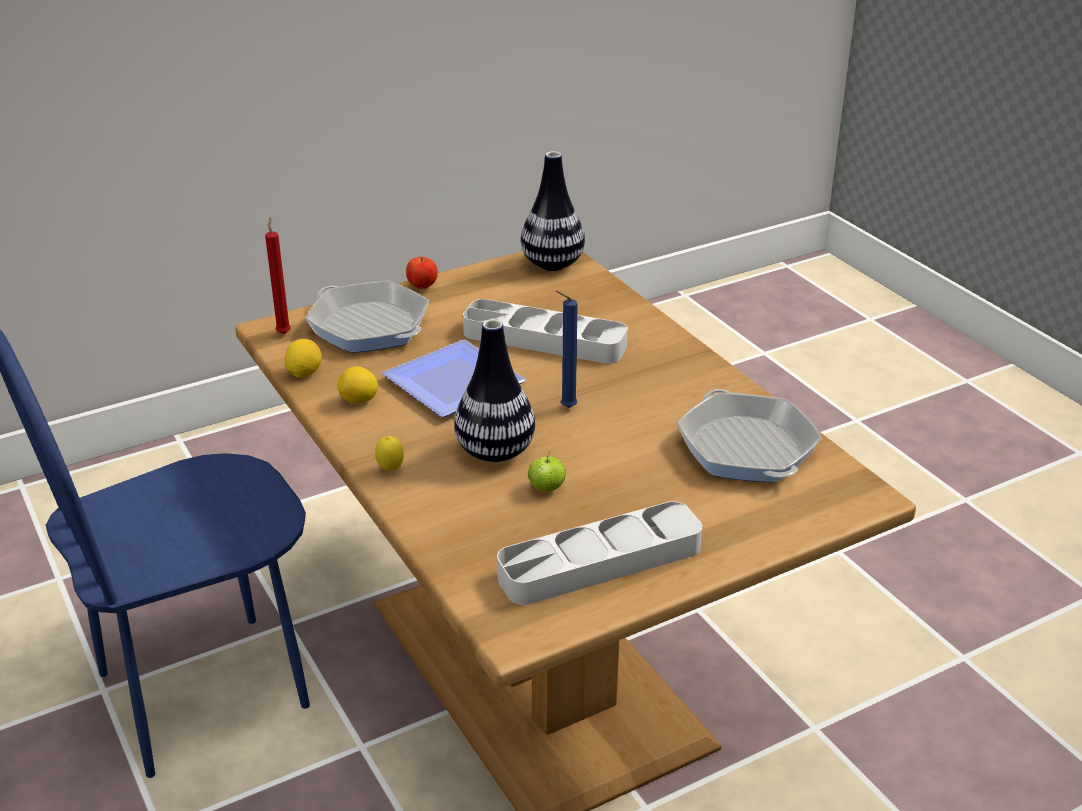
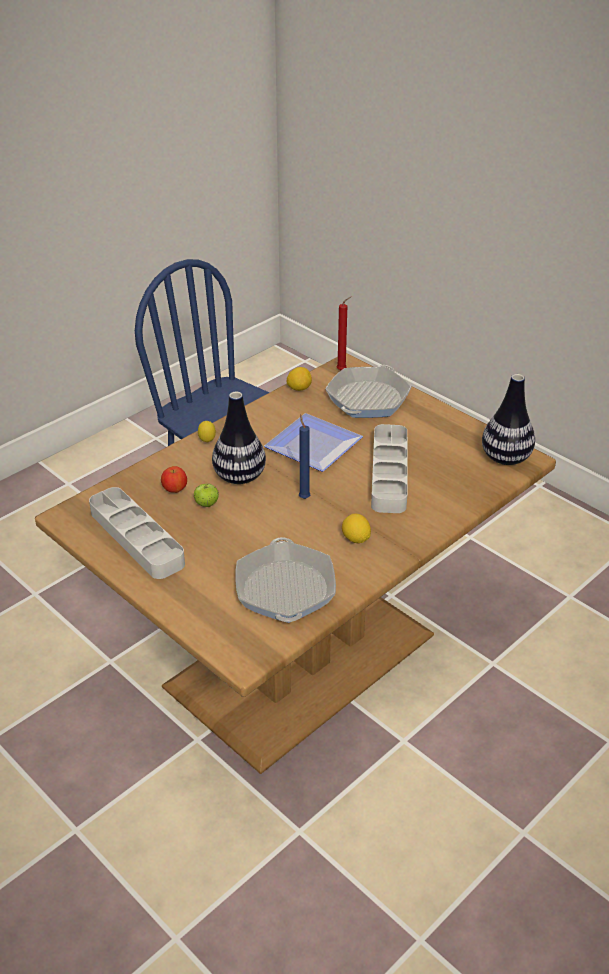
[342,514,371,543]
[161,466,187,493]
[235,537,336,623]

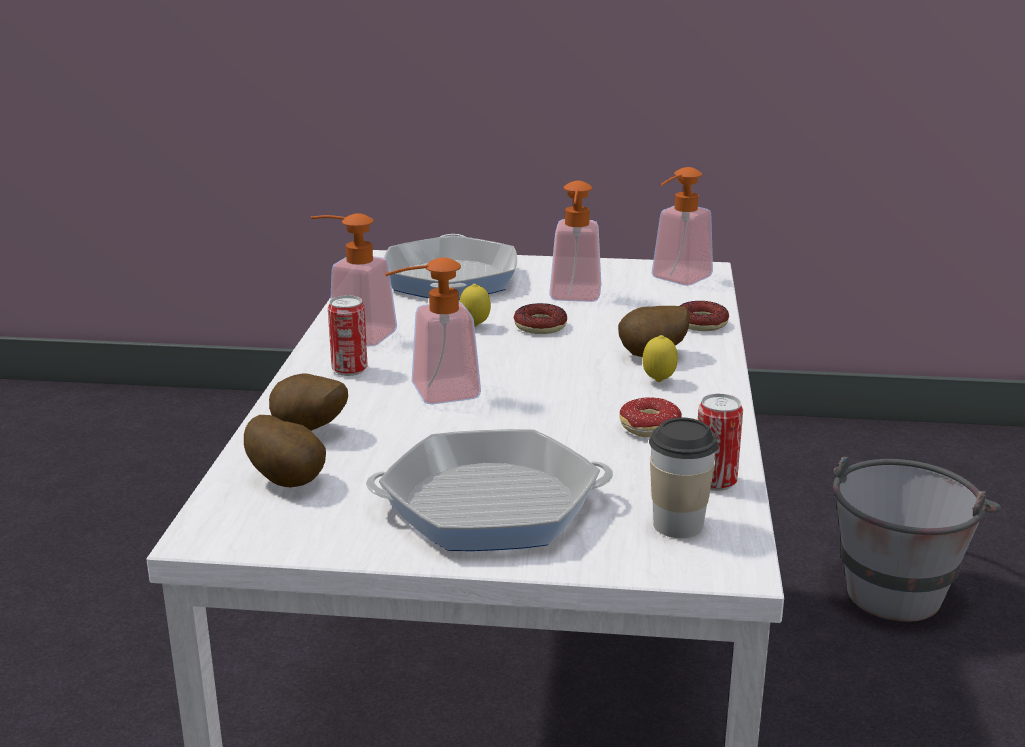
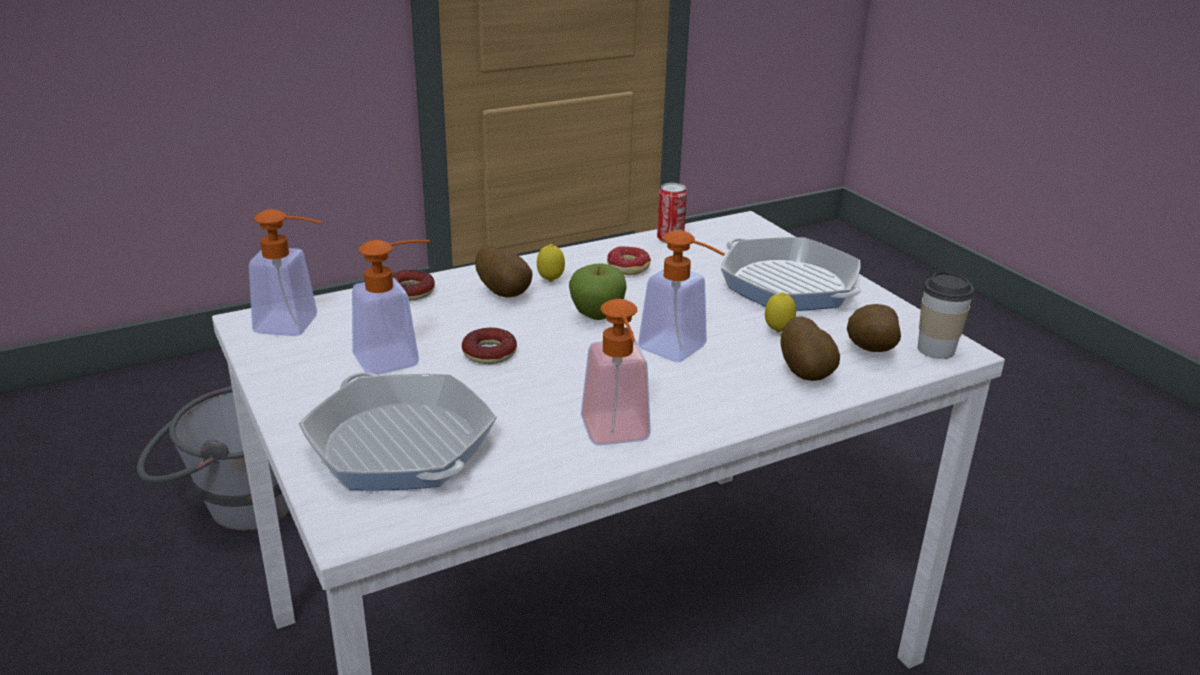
[328,295,368,376] (first image)
[299,372,497,491]
[765,292,796,333]
[918,271,974,359]
[569,263,627,320]

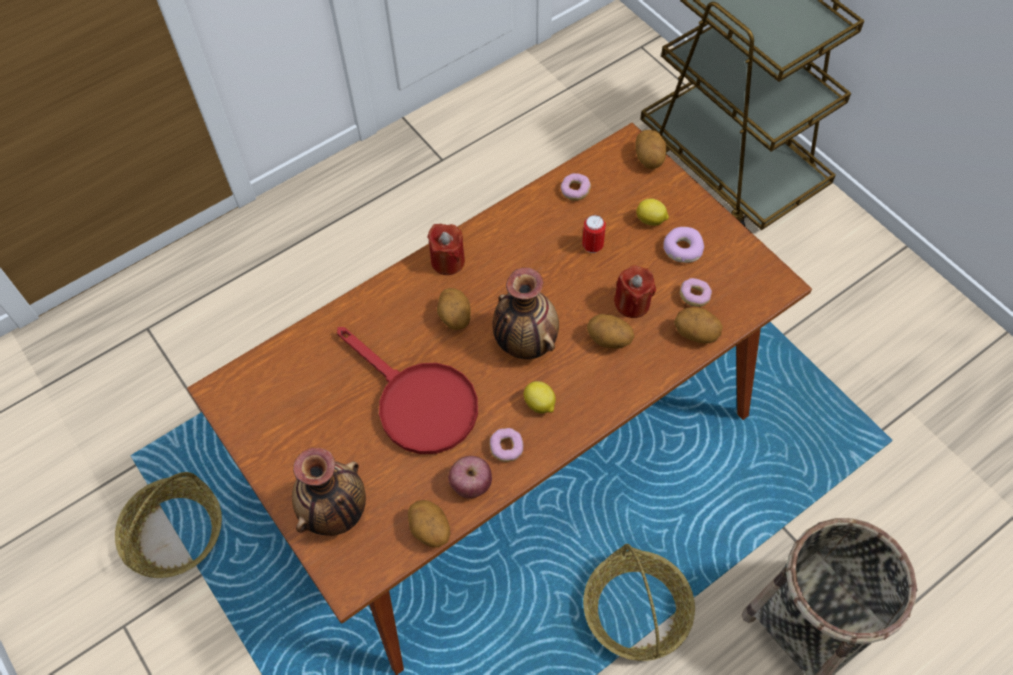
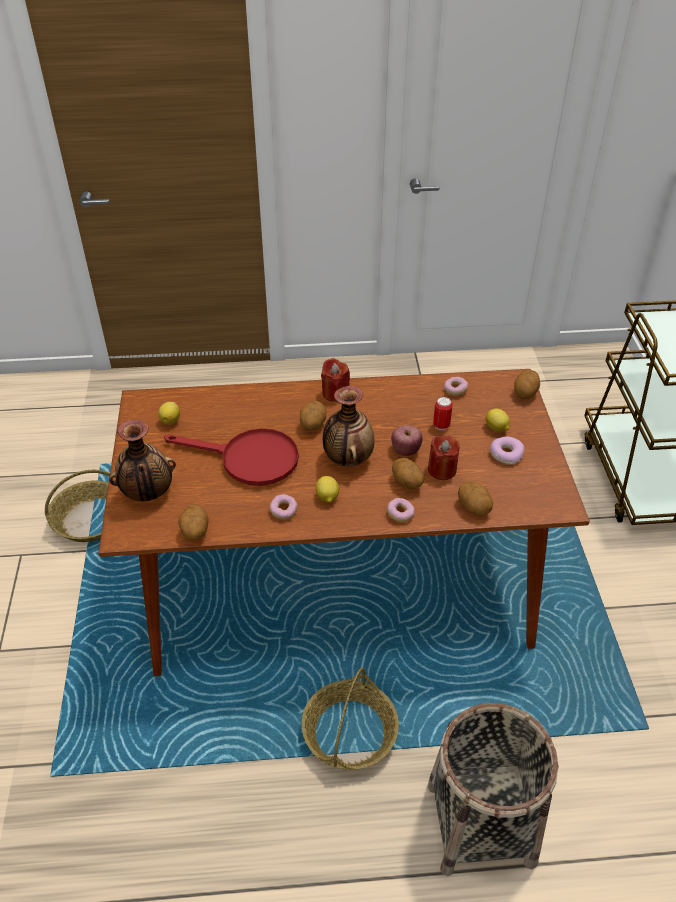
[164,428,299,486]
[391,425,422,456]
[387,498,415,522]
[158,402,180,425]

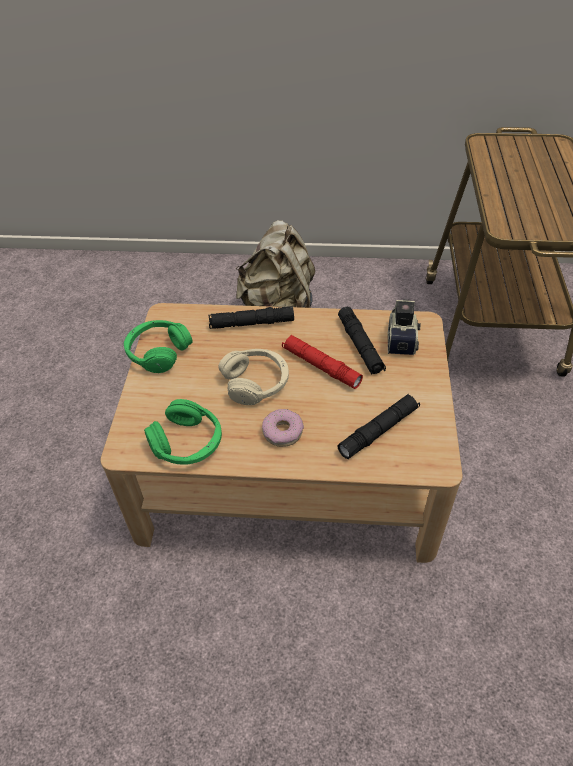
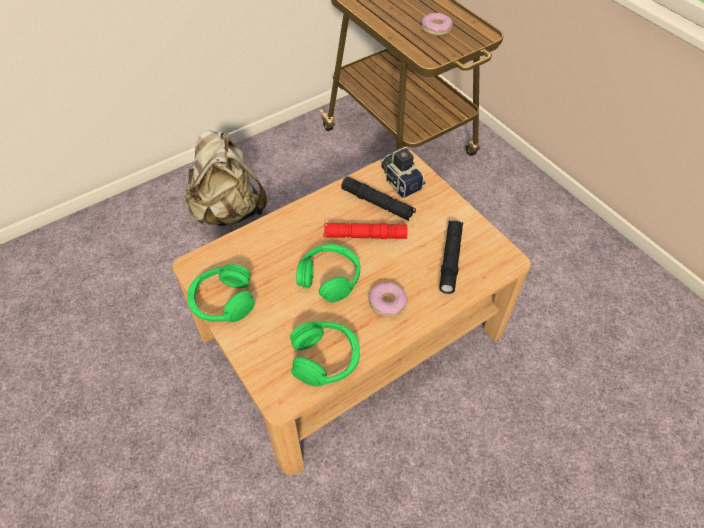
[208,306,294,329] (first image)
[296,244,360,302]
[421,13,453,36]

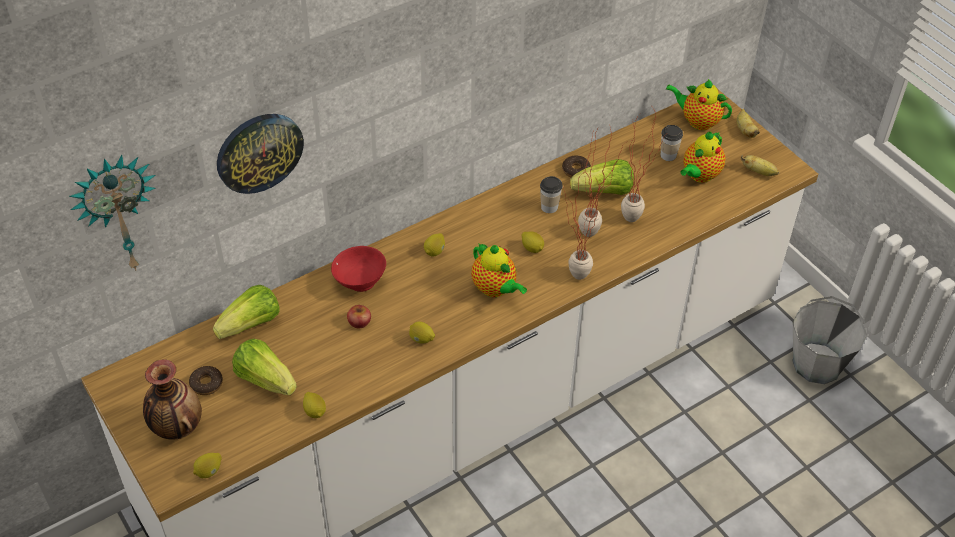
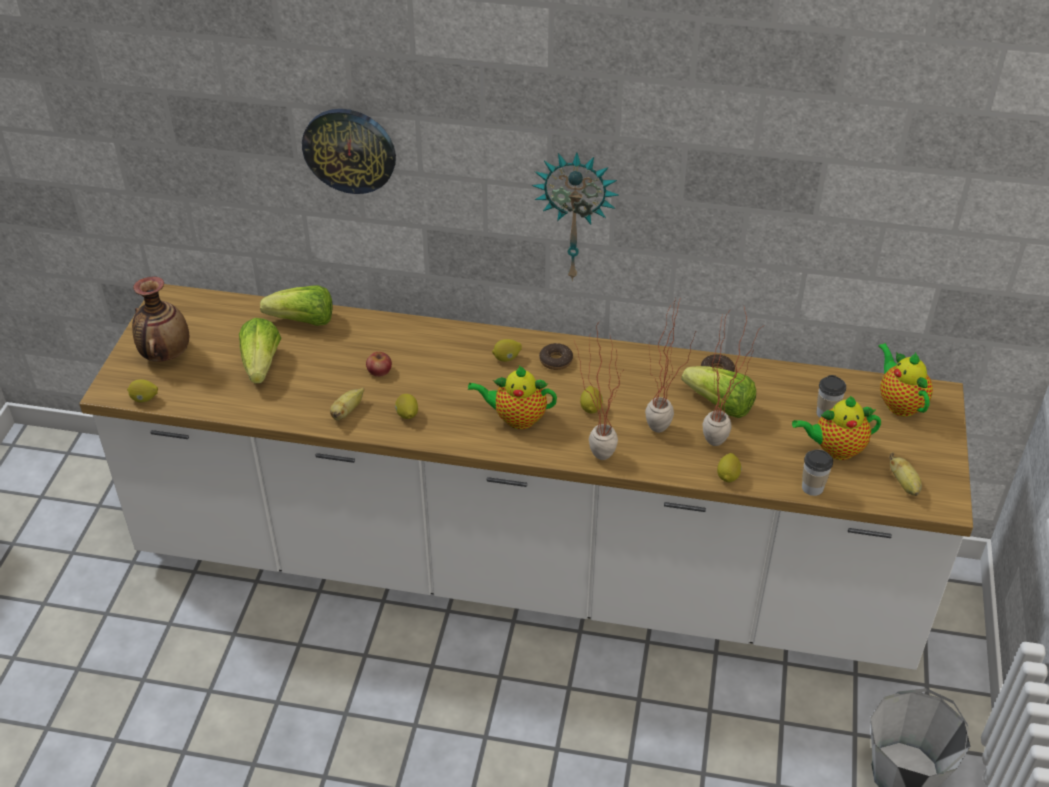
[532,153,618,281]
[539,343,573,370]
[717,453,742,482]
[331,246,386,292] (first image)
[468,366,557,429]
[802,449,833,496]
[330,387,364,421]

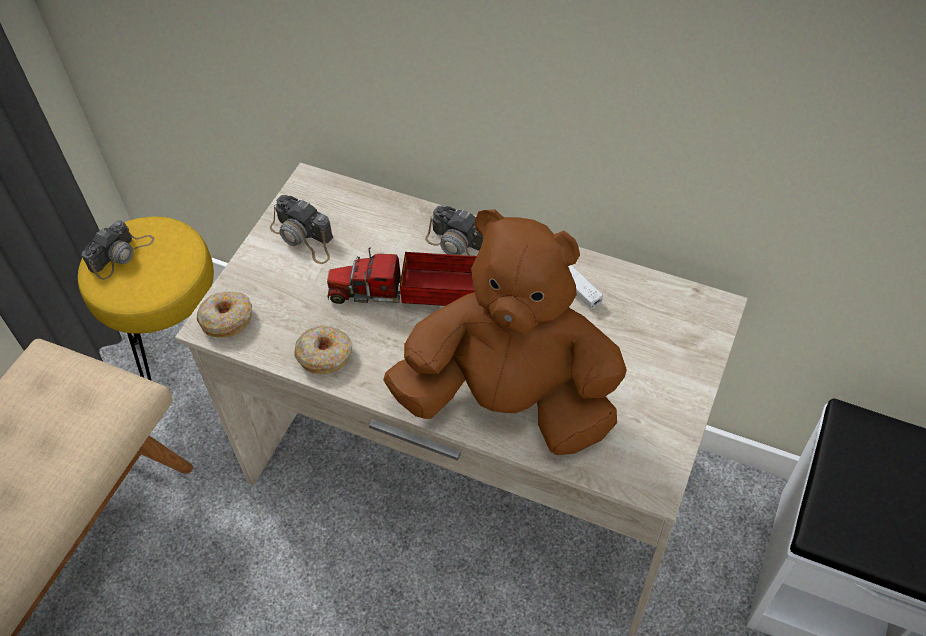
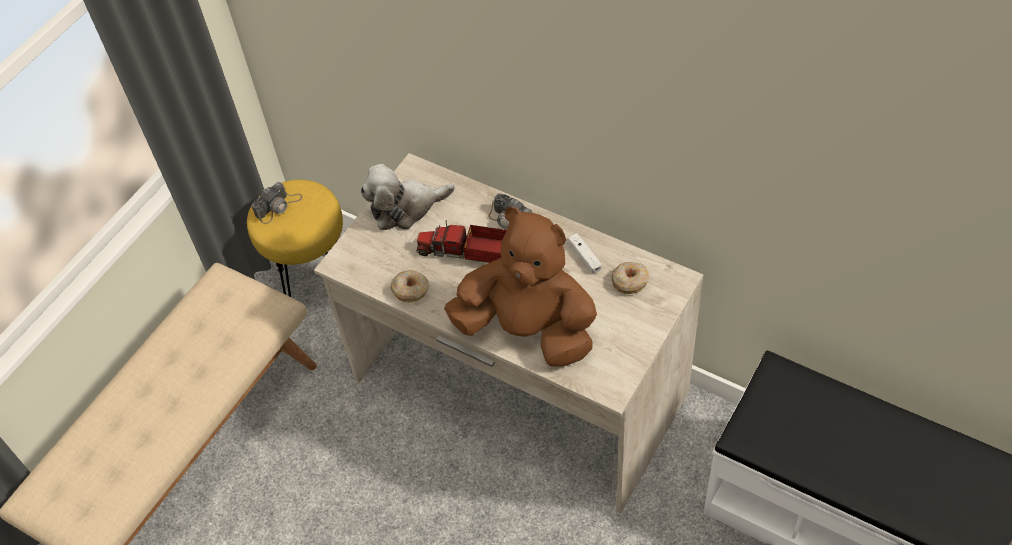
[612,262,649,294]
[360,164,455,230]

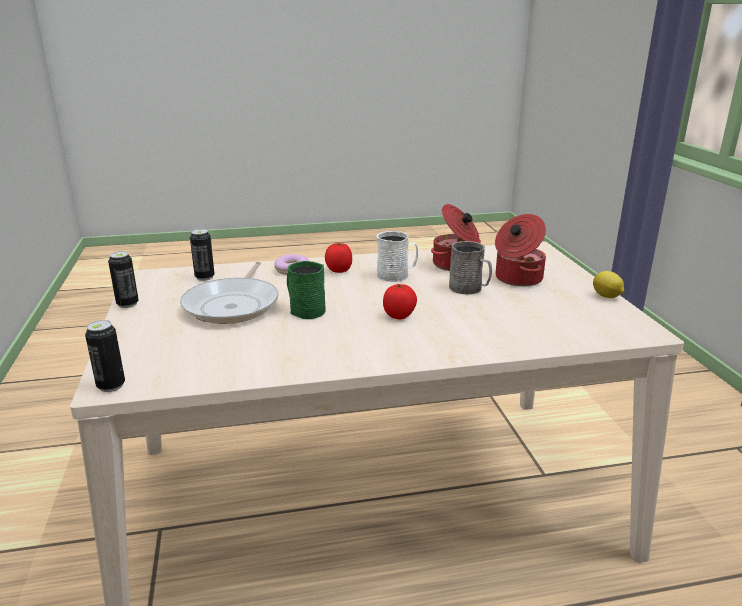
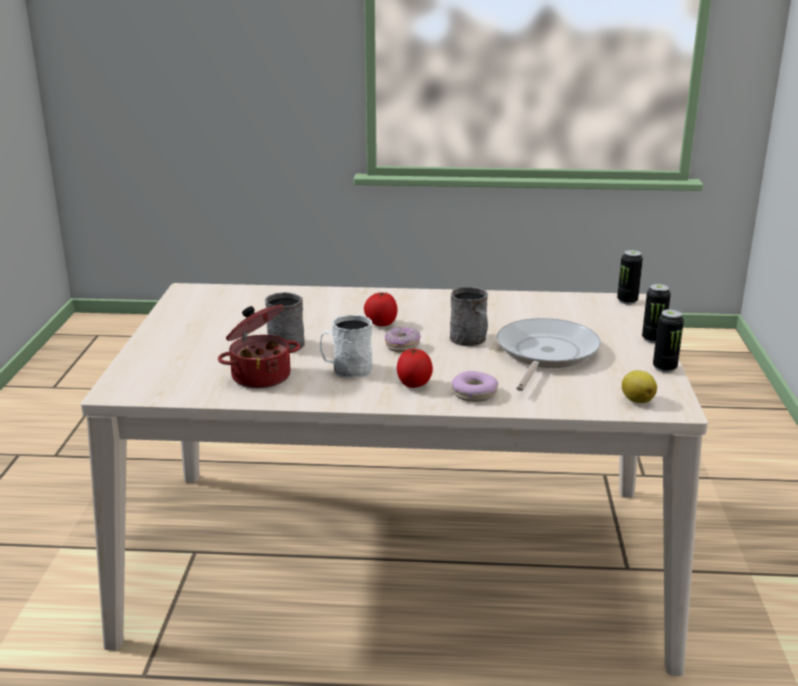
[642,284,671,343]
[450,287,488,346]
[495,214,546,287] (first image)
[622,370,657,403]
[385,327,421,352]

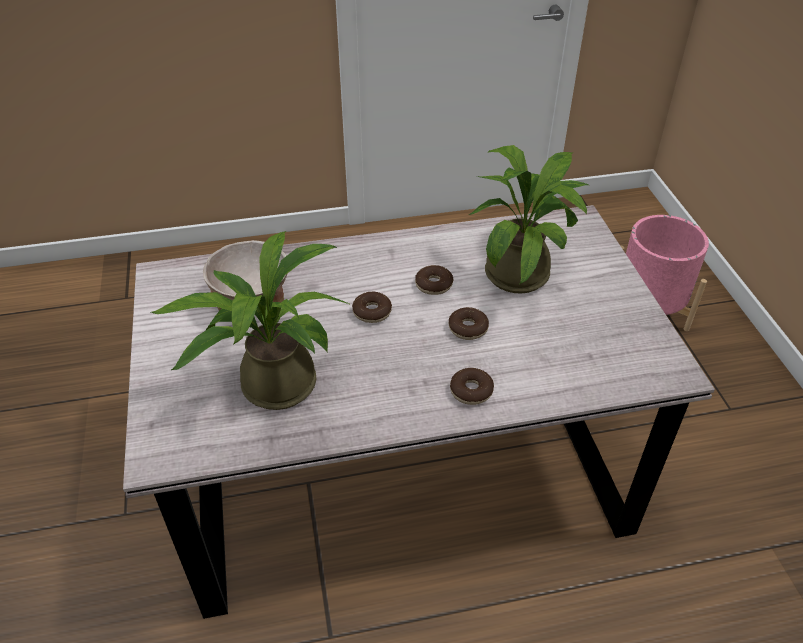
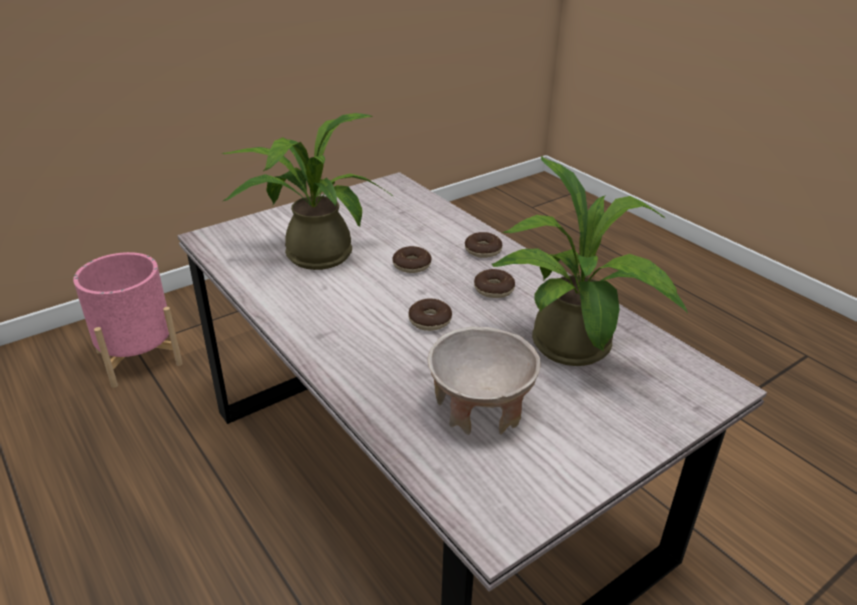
[474,269,515,298]

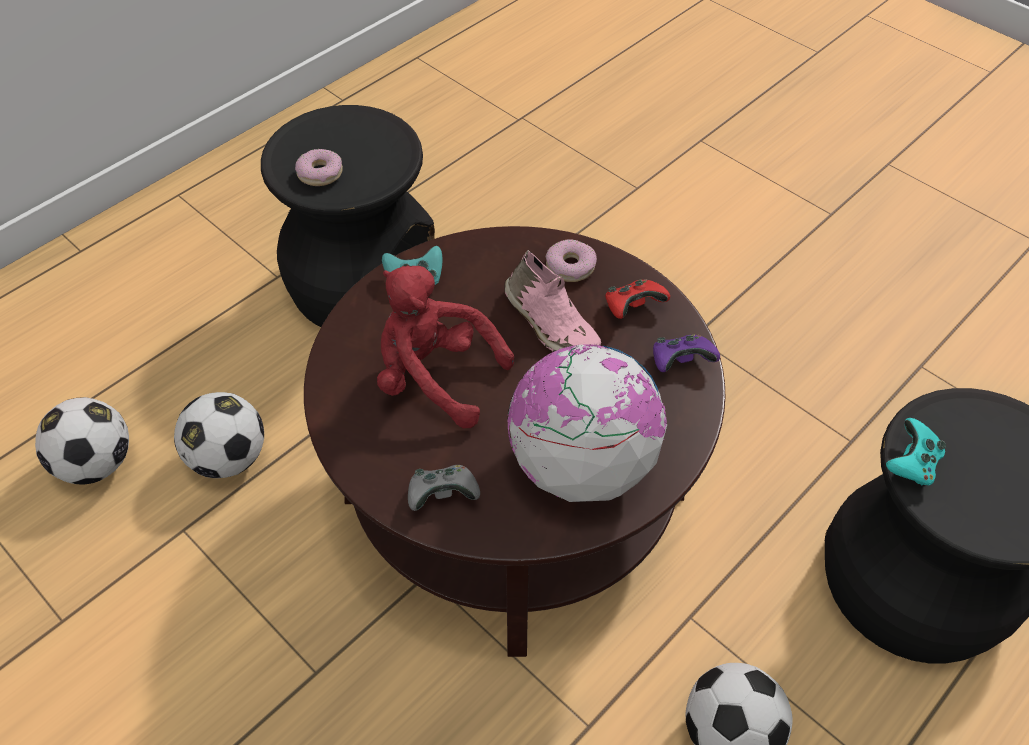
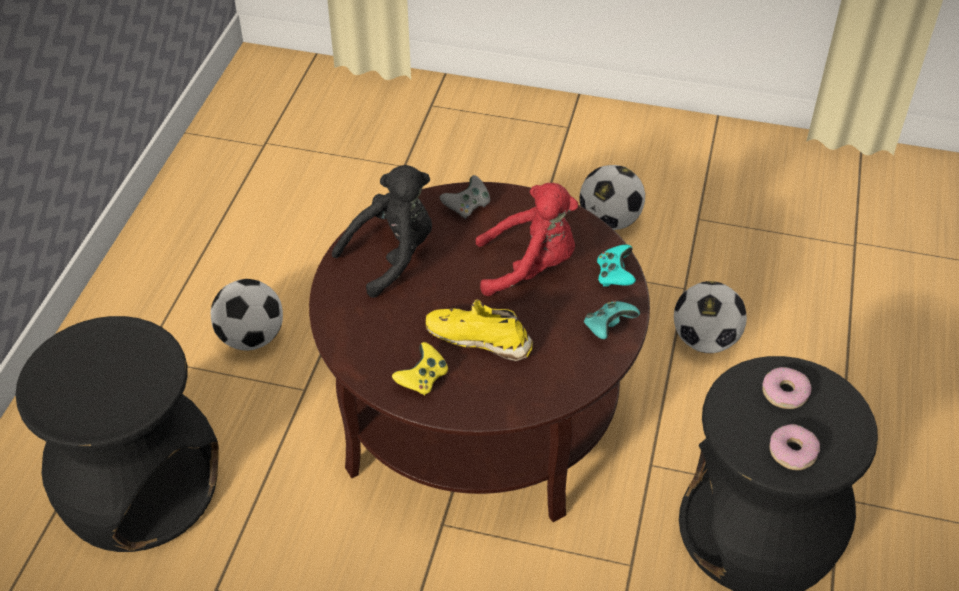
[579,165,645,230]
[426,299,533,361]
[332,165,432,298]
[770,424,820,470]
[392,342,448,395]
[653,334,720,372] (first image)
[597,245,636,287]

